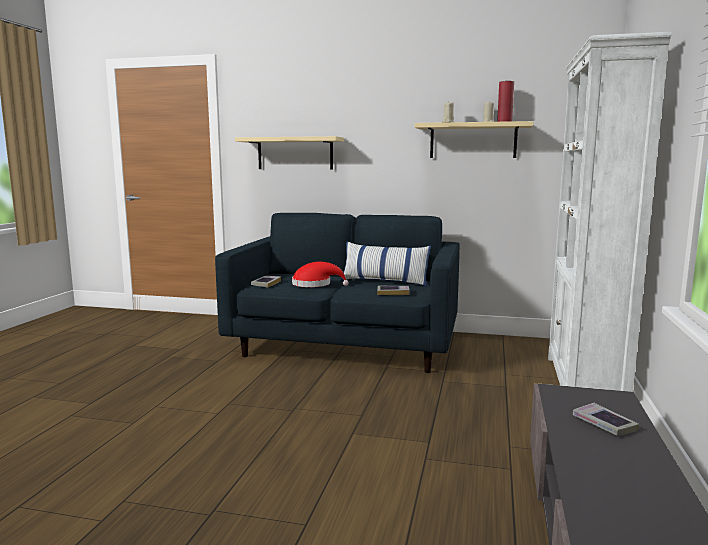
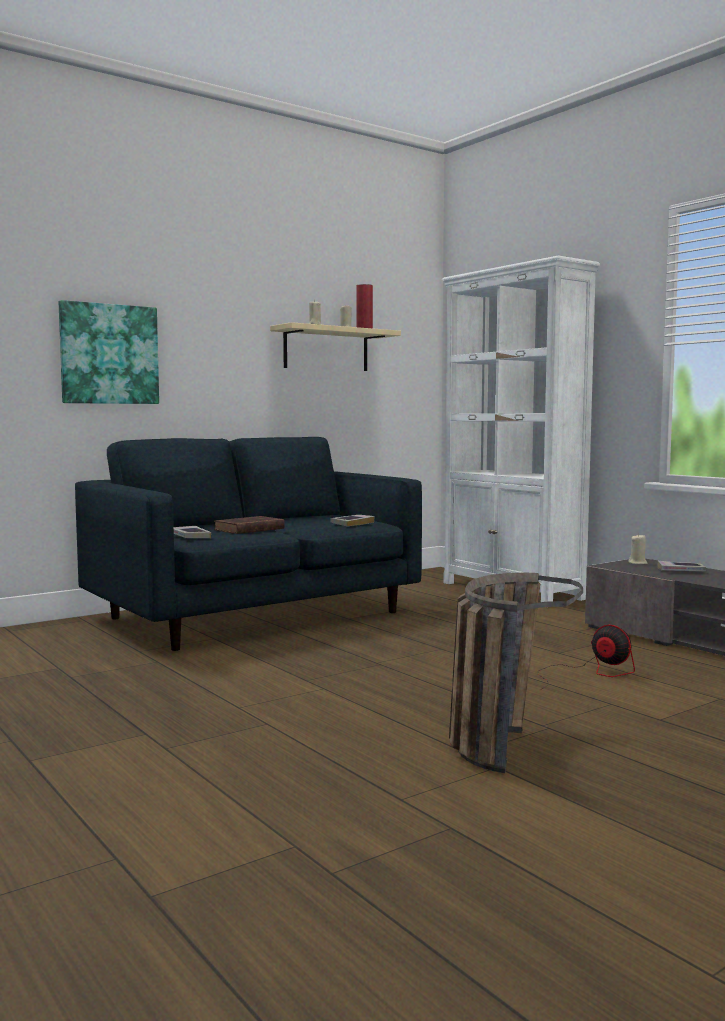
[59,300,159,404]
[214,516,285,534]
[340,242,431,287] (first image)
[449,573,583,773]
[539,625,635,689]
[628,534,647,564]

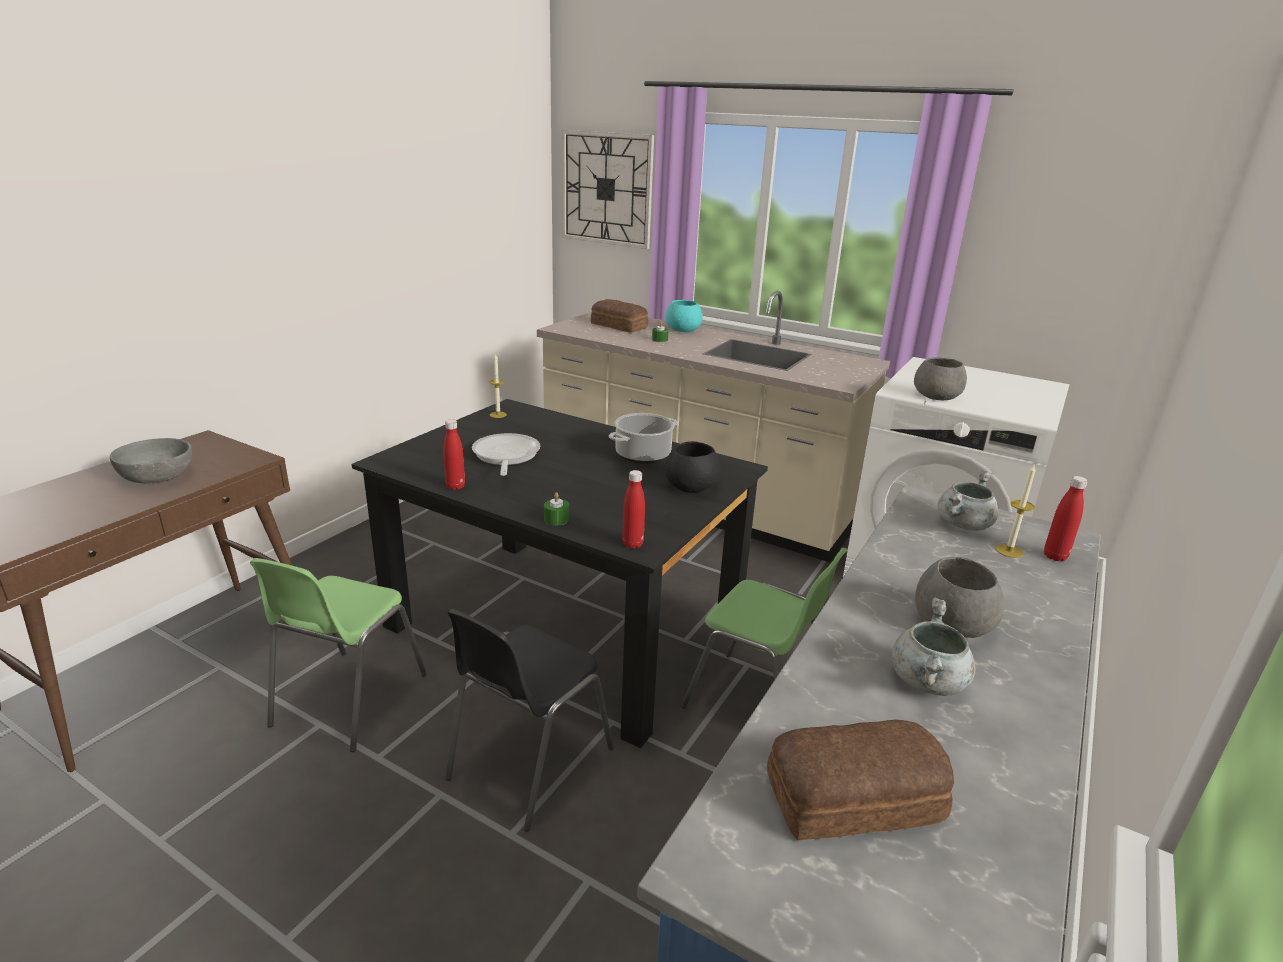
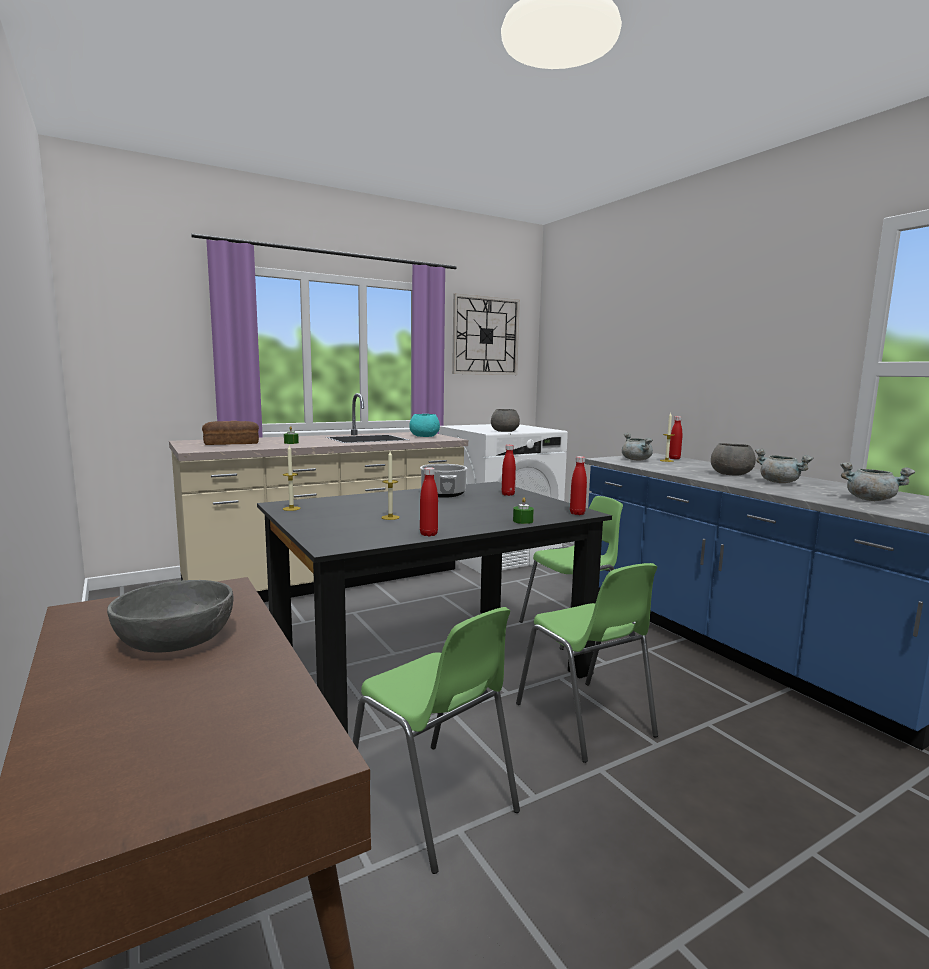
[516,563,658,763]
[381,451,400,520]
[452,294,520,375]
[502,445,516,496]
[409,414,440,437]
[840,462,915,501]

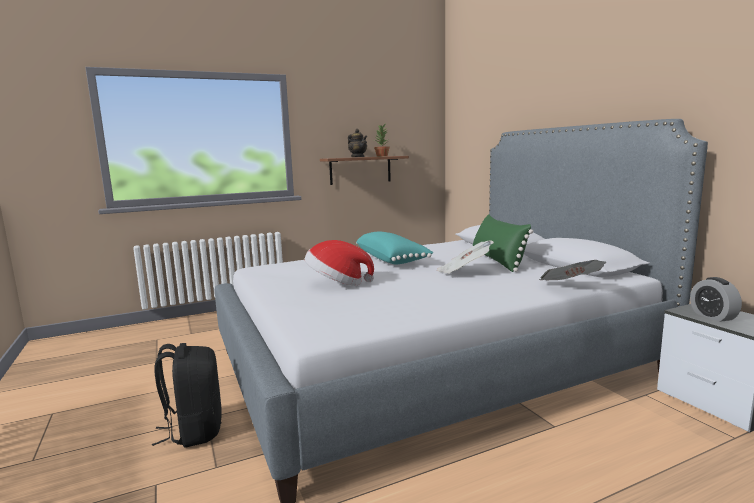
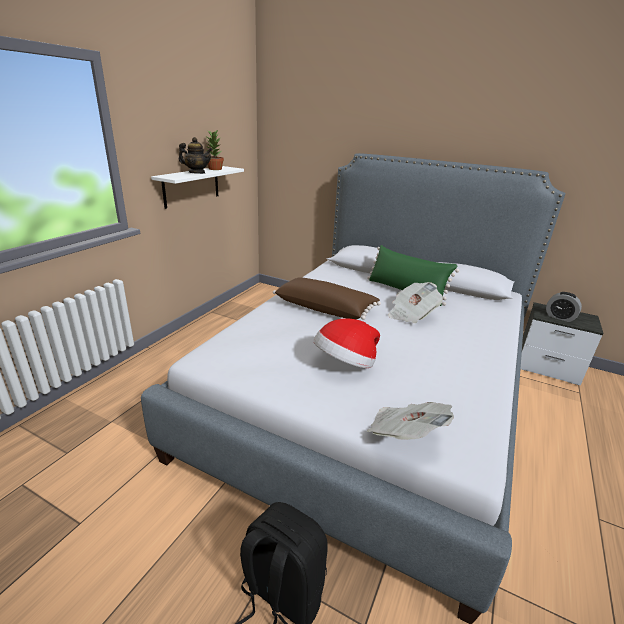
[151,166,244,209]
[273,277,381,320]
[367,402,454,440]

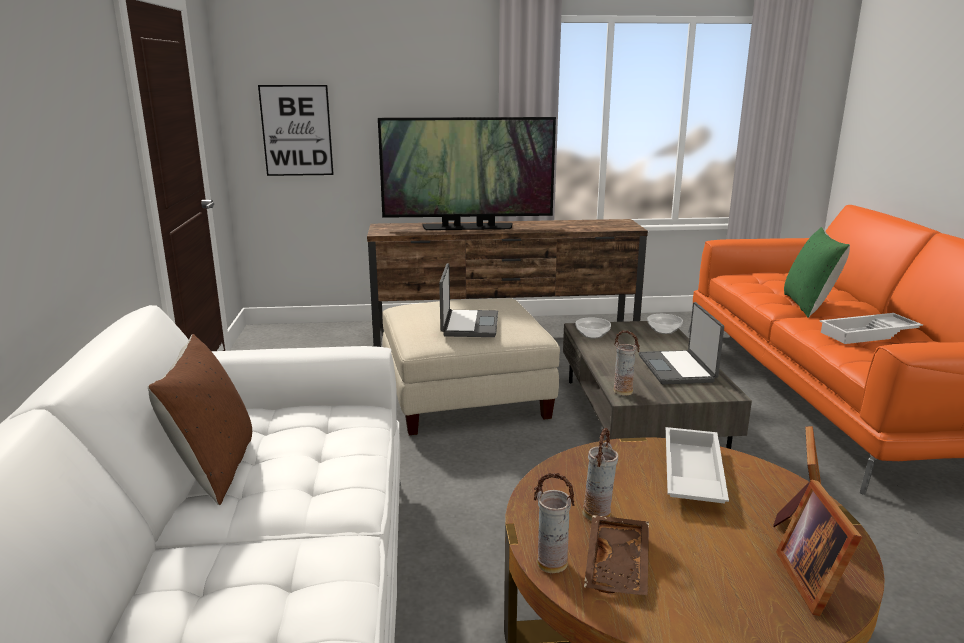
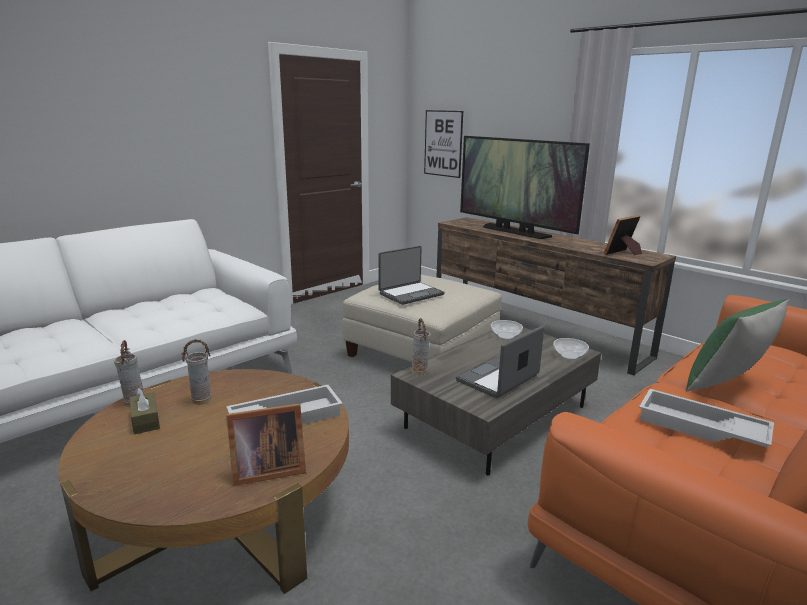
[148,334,252,505] (first image)
[129,388,160,434]
[603,215,642,255]

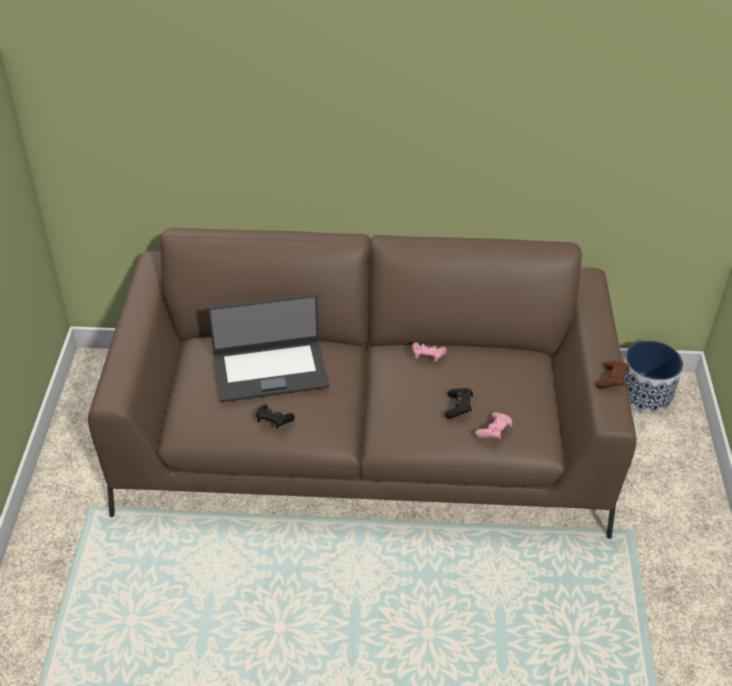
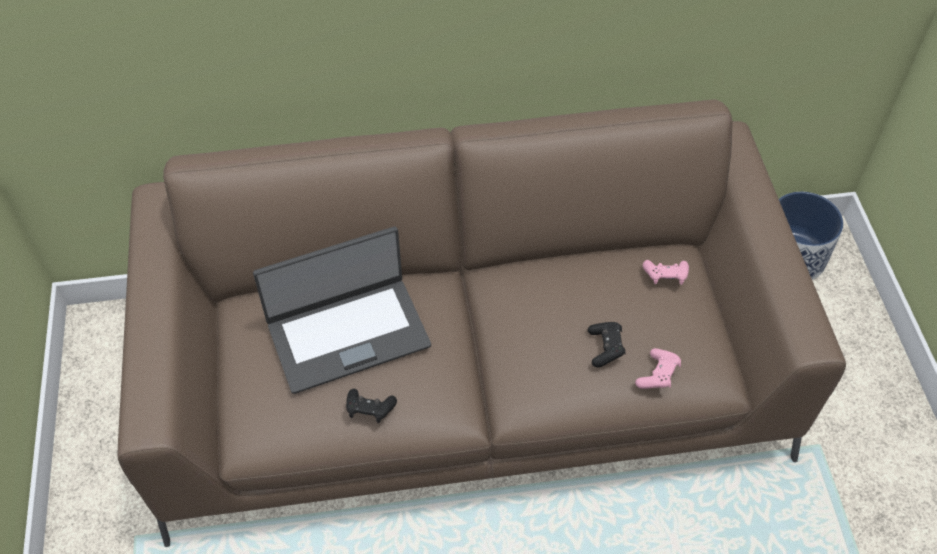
[643,260,689,285]
[596,361,629,389] (first image)

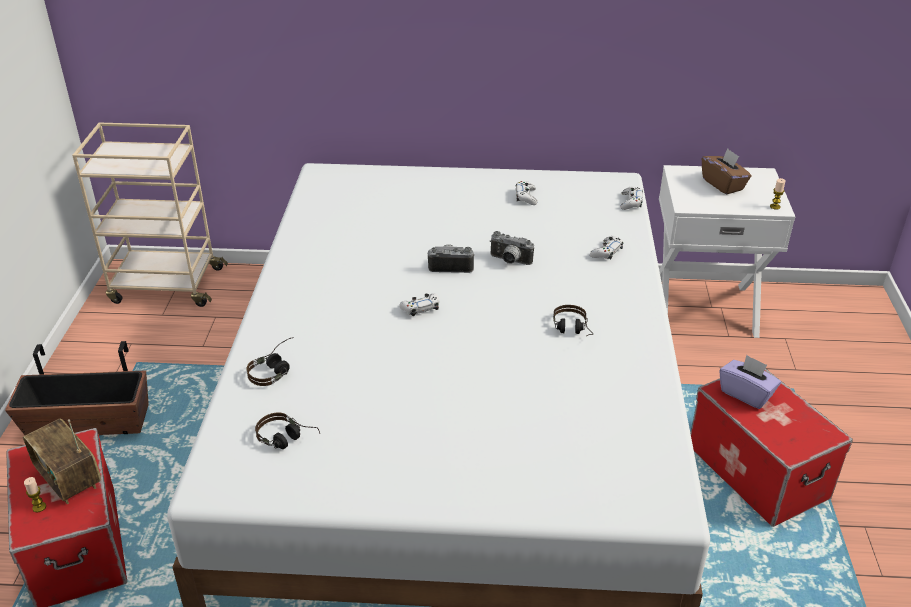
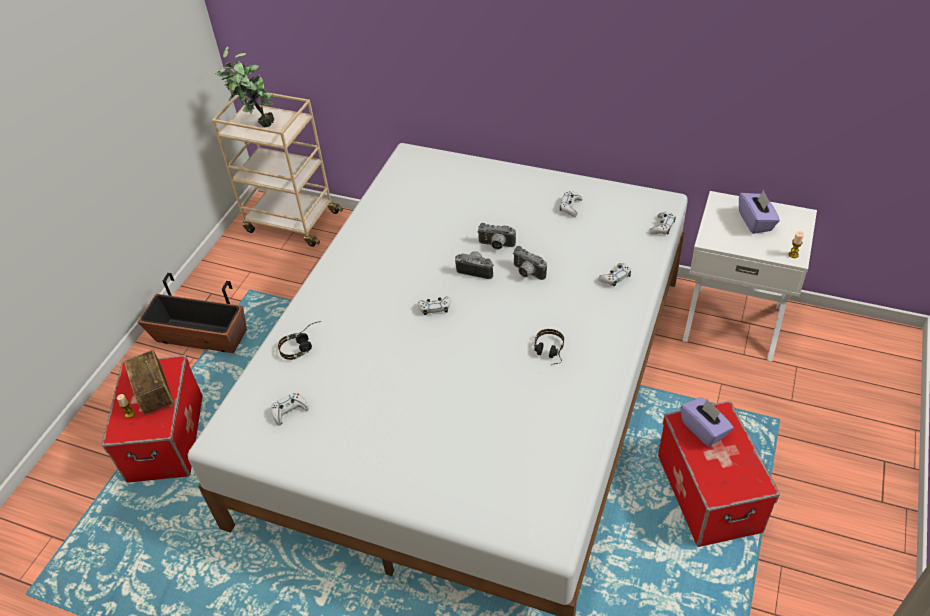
[271,393,309,426]
[739,190,780,234]
[216,46,275,127]
[477,223,516,250]

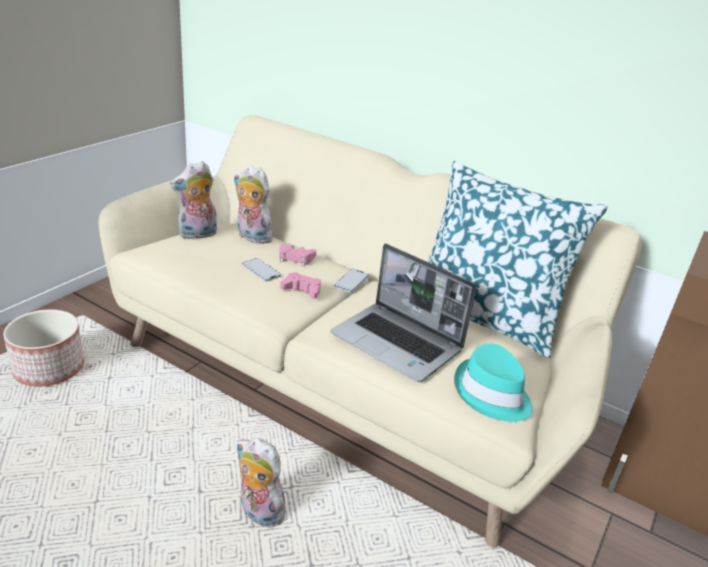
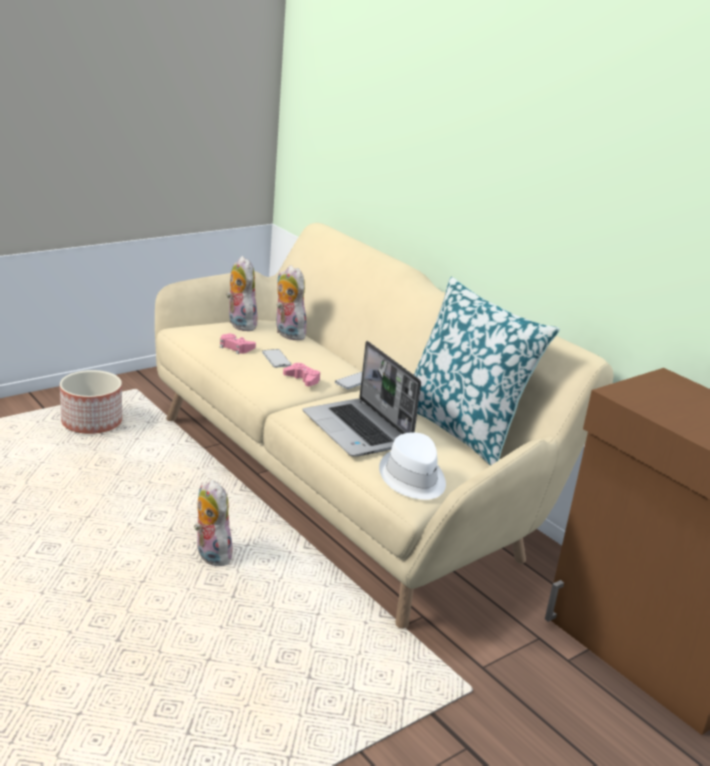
[226,256,258,331]
[220,333,256,354]
[379,432,446,500]

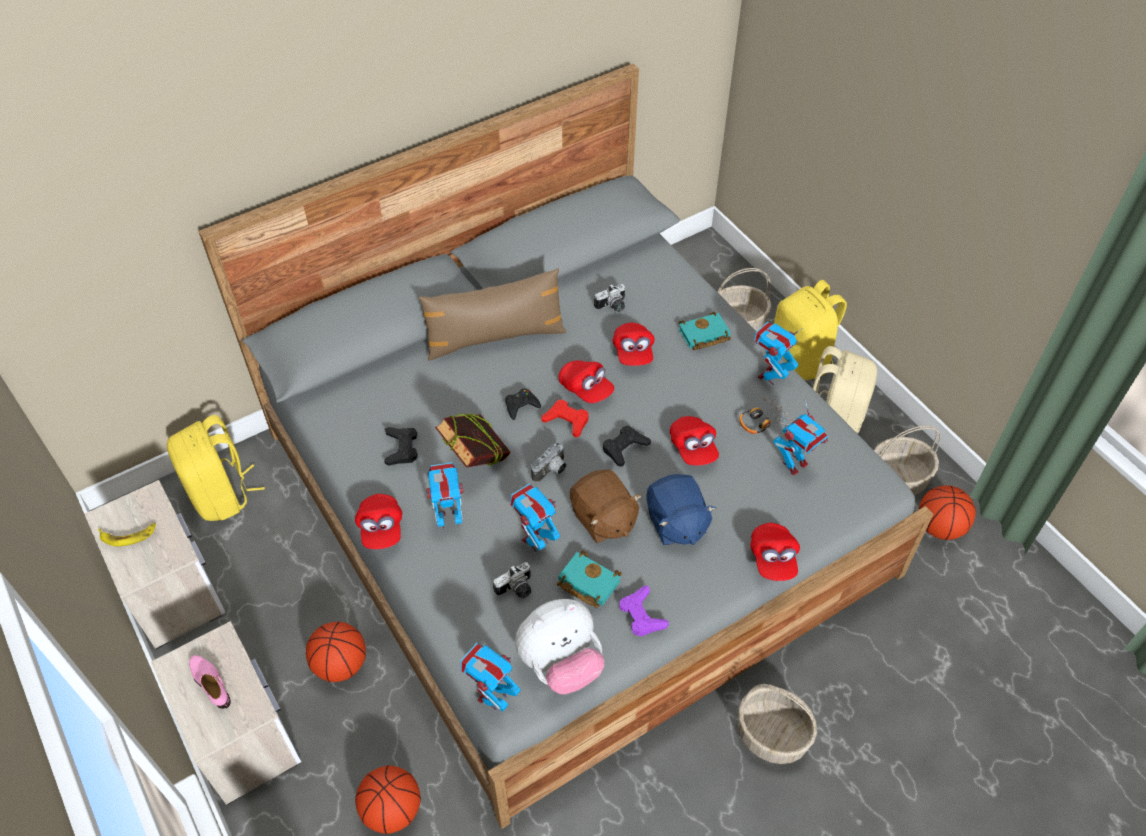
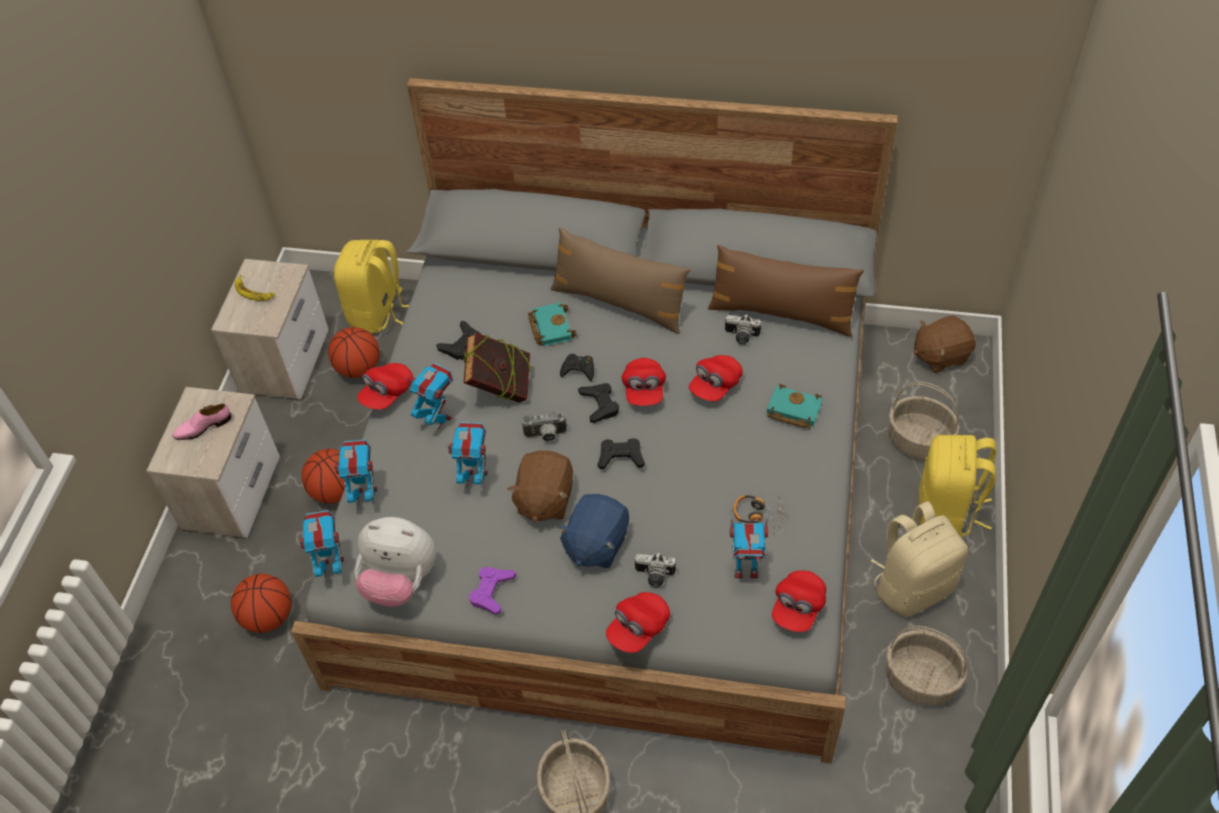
[173,403,231,440]
[635,553,676,587]
[578,383,619,423]
[528,302,577,346]
[772,571,826,632]
[332,440,377,505]
[328,327,380,378]
[708,245,864,337]
[914,315,976,373]

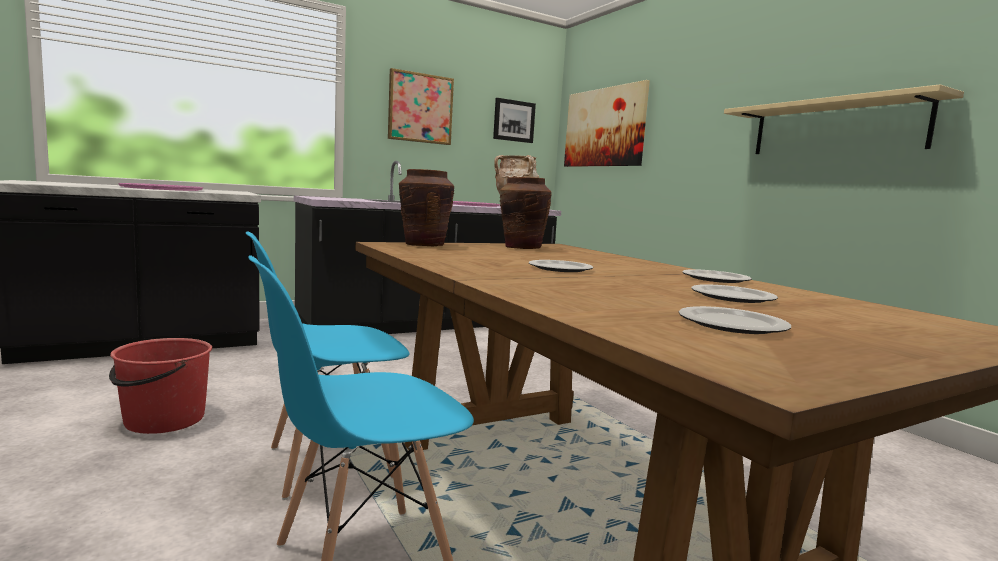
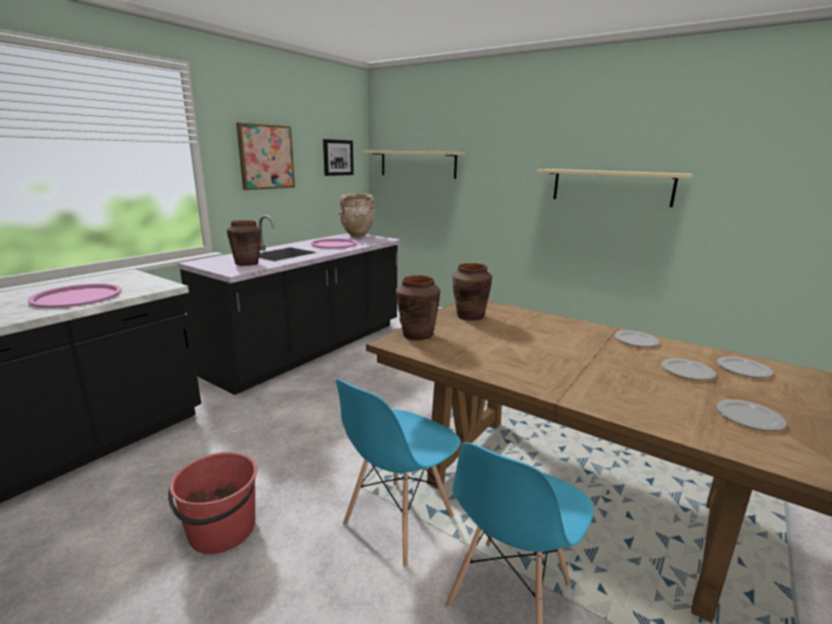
[717,357,773,378]
[362,150,466,179]
[227,220,261,266]

